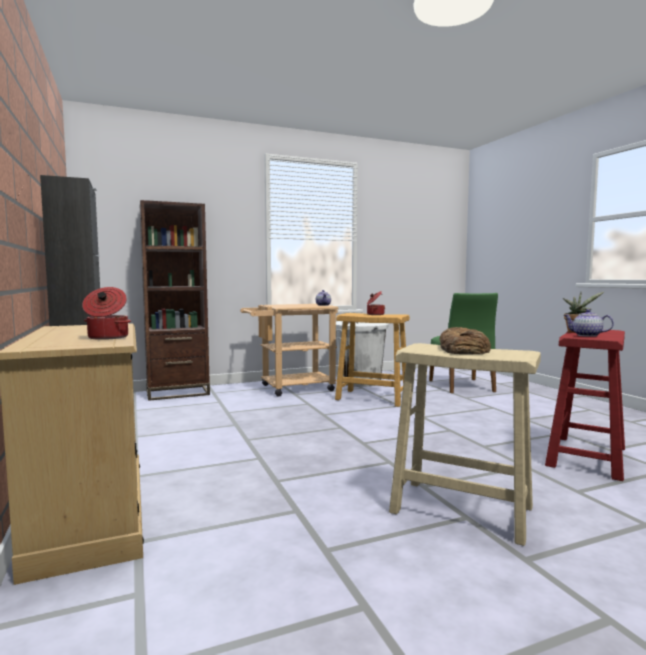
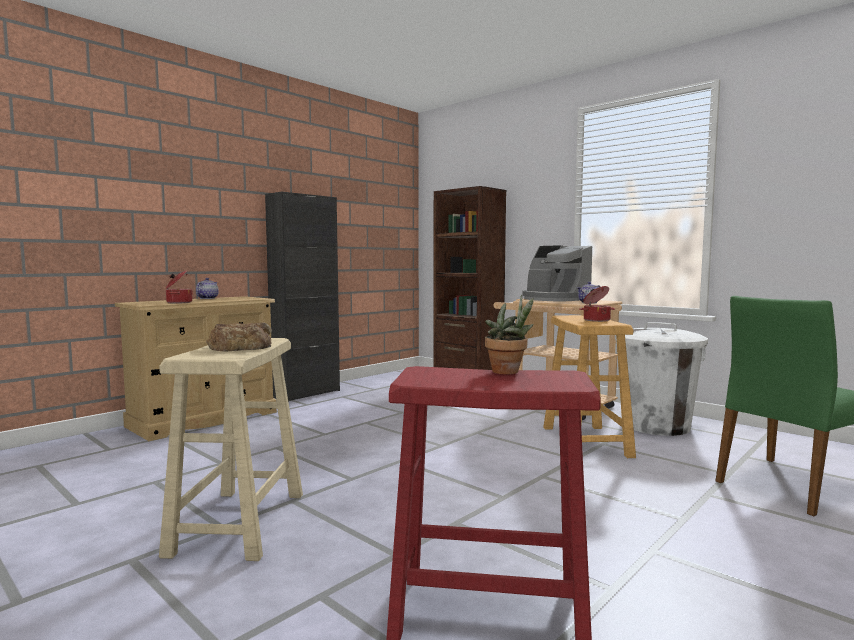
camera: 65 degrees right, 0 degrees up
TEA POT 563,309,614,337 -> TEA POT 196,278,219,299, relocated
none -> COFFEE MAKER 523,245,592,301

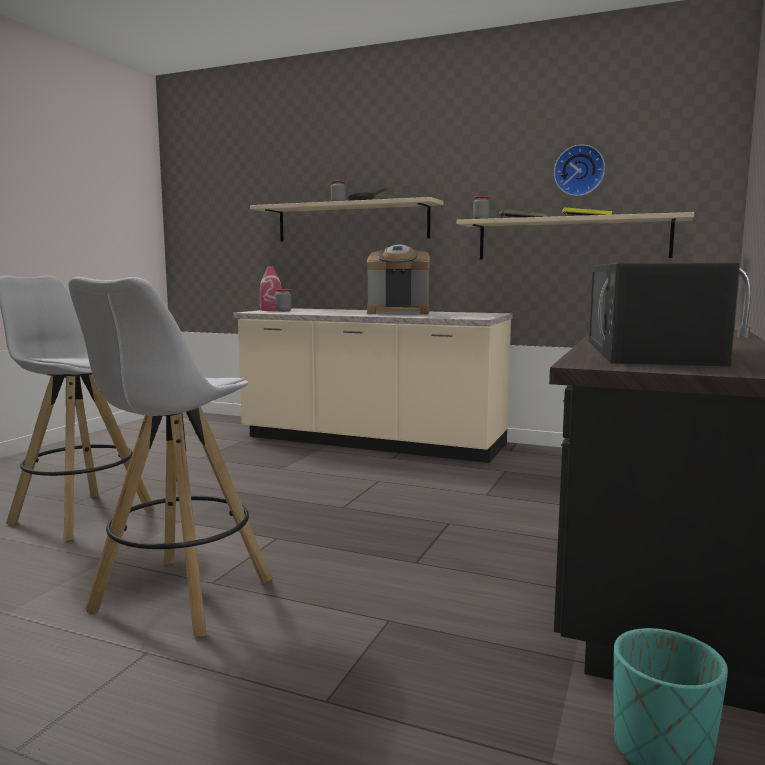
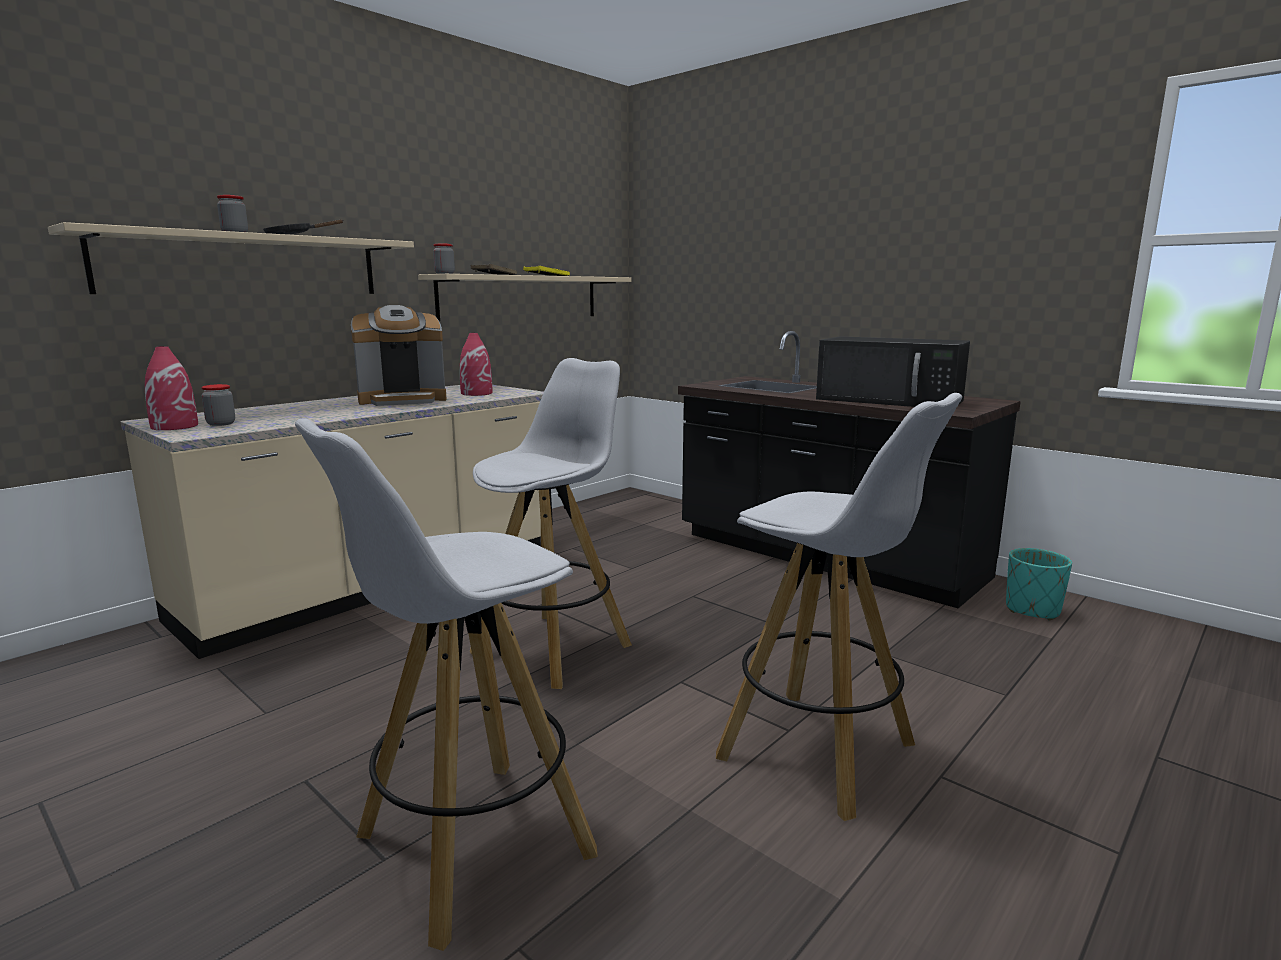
camera: 70 degrees left, 5 degrees up
COFFEE MAKER 367,245,430,315 -> COFFEE MAKER 351,305,447,406, 45 degrees clockwise
none -> RED VASE 460,333,492,396
none -> WHITE STOOL 470,358,632,689
CLOCK ON THE WALL 554,145,605,196 -> none

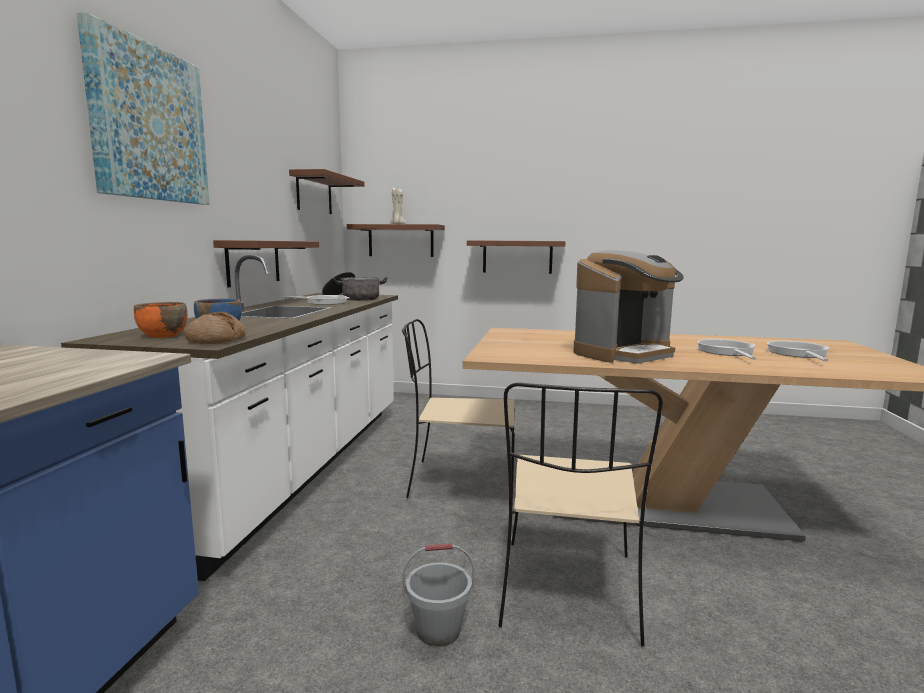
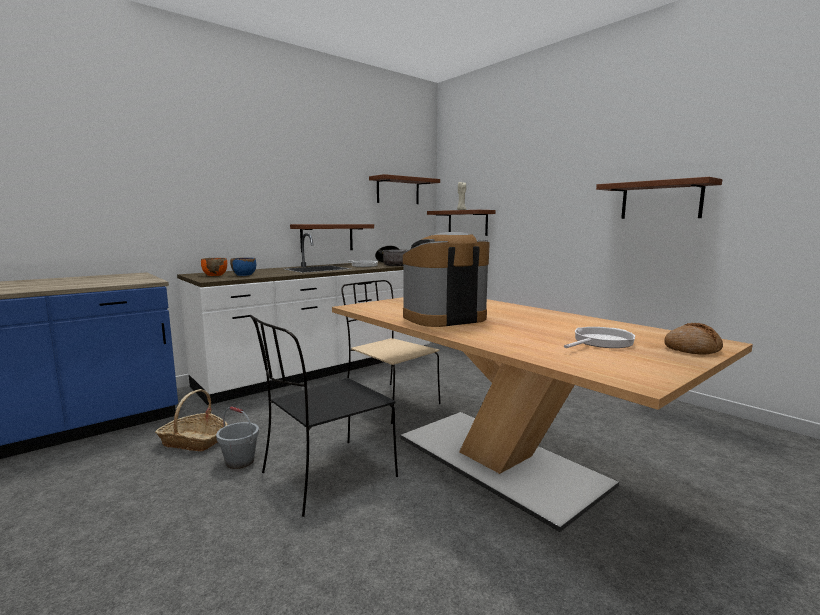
camera: 40 degrees right, 0 degrees up
none -> STORAGE BASKET 155,389,228,452
BEIGE-COLOURED PLAIN CHAIR 498,383,663,646 -> BLACKISH PLAIN CHAIR 250,315,398,517
COFFEE MAKER 573,250,684,364 -> COFFEE MAKER 403,232,490,327, 150 degrees clockwise
BROWN BRACKET SHELF 467,240,565,274 -> BROWN BRACKET SHELF 596,177,722,219, relocated
BREAD 185,312,246,344 -> BREAD 664,323,723,355, relocated
WALL PICTURE 77,12,209,205 -> none
SKILLET 697,339,756,360 -> none

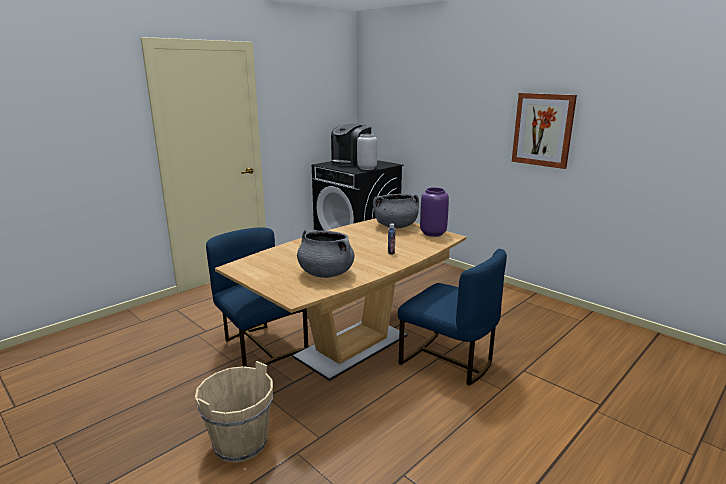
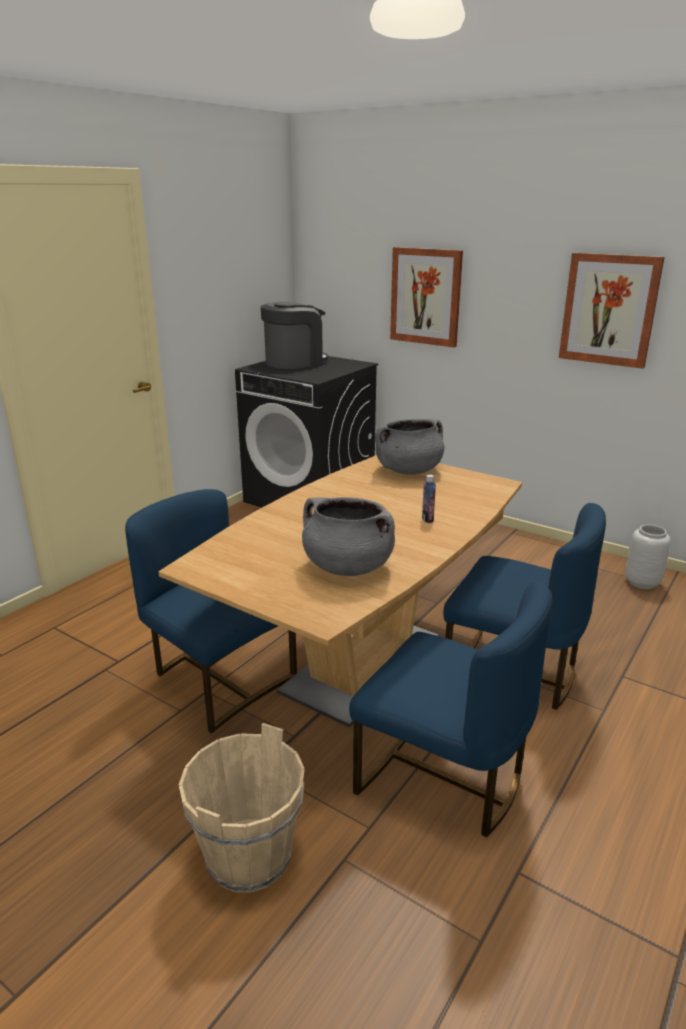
camera: 10 degrees left, 5 degrees up
COFFEE MAKER 331,124,371,166 -> COFFEE MAKER 261,302,328,369, 150 degrees counterclockwise
none -> BLUE PLAIN CHAIR 349,581,552,837
none -> WALL PICTURE 390,247,463,347
GRAY VASE 357,134,377,170 -> GRAY VASE 625,525,671,589, relocated
PURPLE VASE 420,187,449,237 -> none

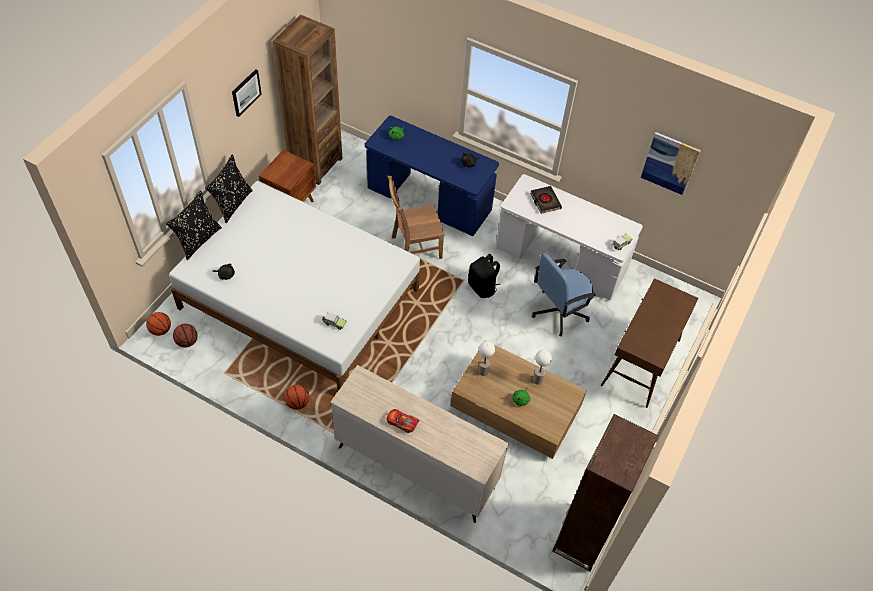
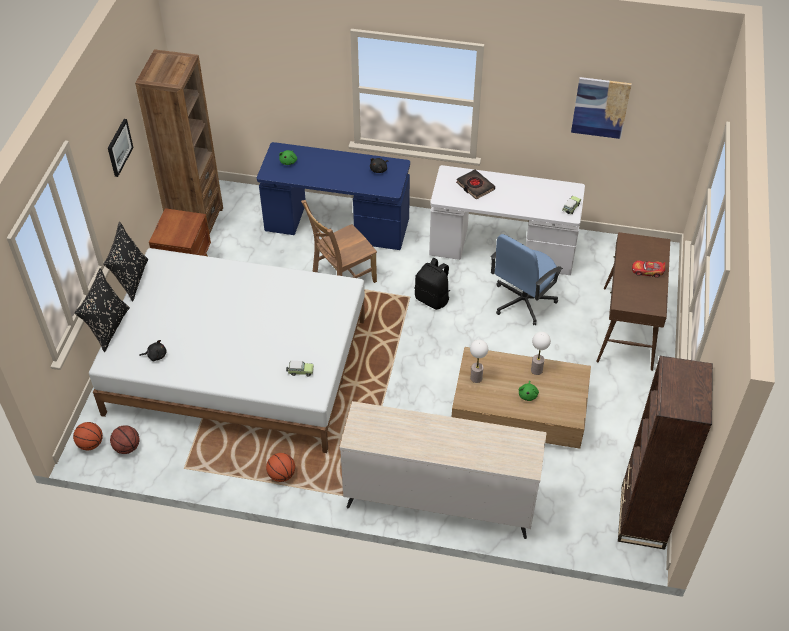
camera: 15 degrees left, 5 degrees down
TOY CAR 386,409,420,433 -> TOY CAR 632,260,666,278, relocated

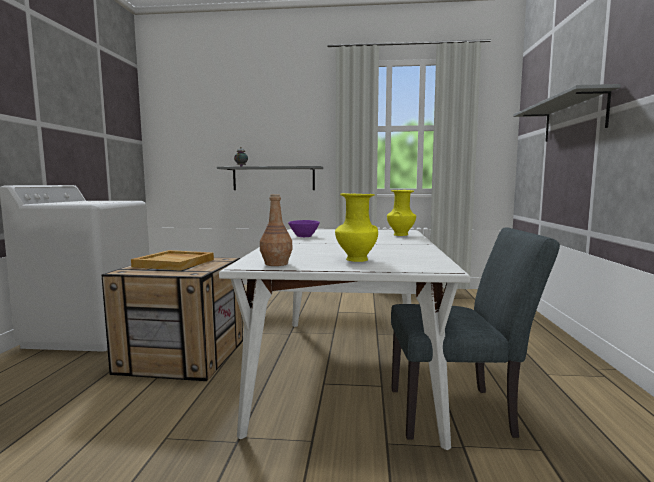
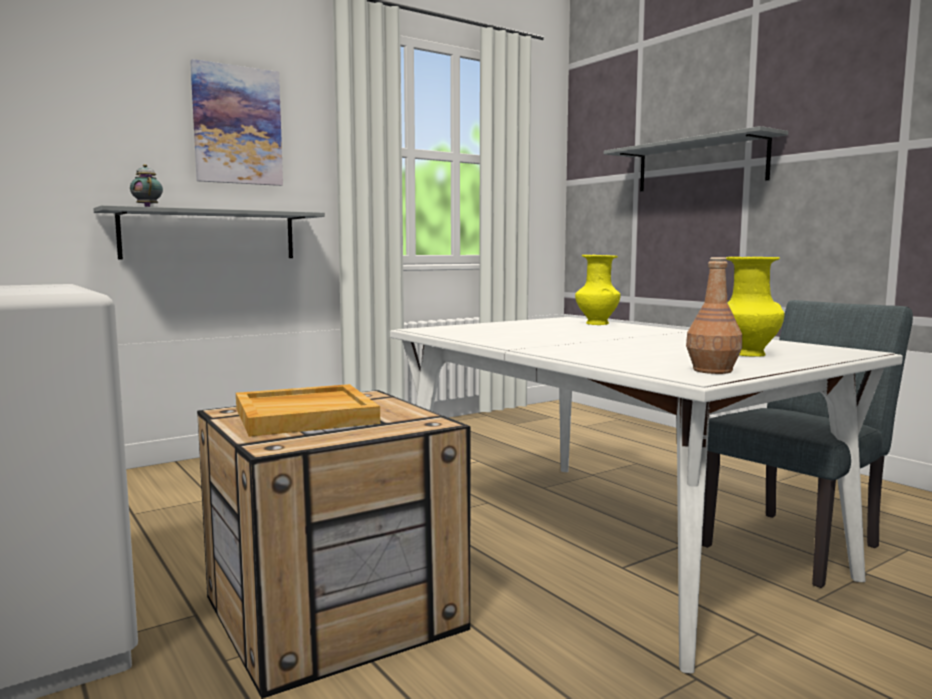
camera: 40 degrees left, 0 degrees up
none -> WALL PICTURE 190,59,283,186
PURPLE SERVING BOWL 288,220,320,237 -> none

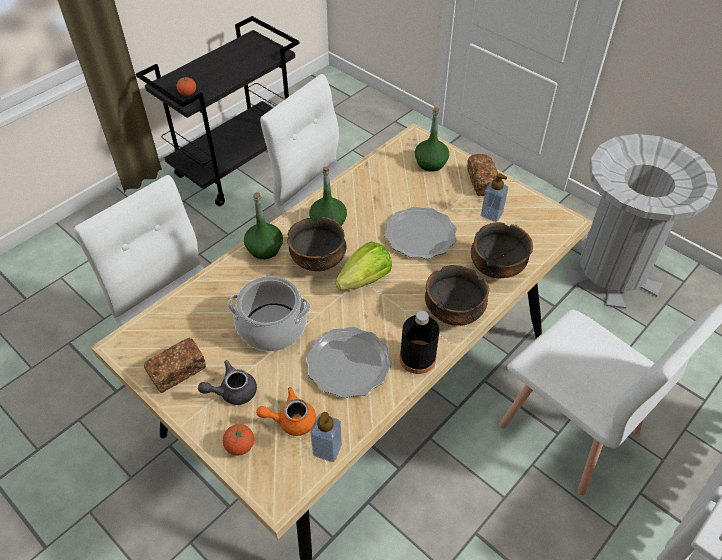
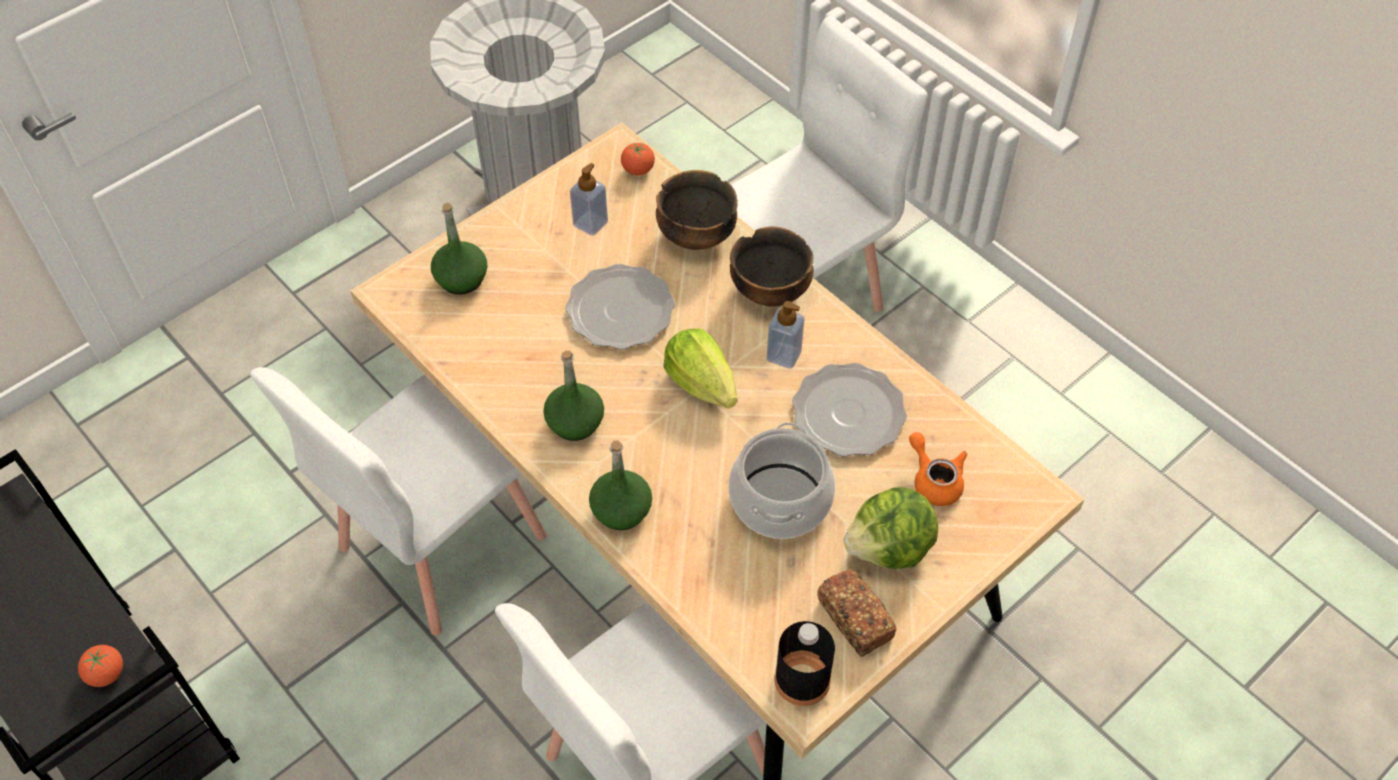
camera: 85 degrees left, 5 degrees up
WHOLE TOMATO 223,424,254,456 -> WHOLE TOMATO 621,143,655,175, relocated
SOAP DISPENSER 311,412,342,462 -> SOAP DISPENSER 767,301,804,369, relocated
BLACKISH BEVERAGE BOTTLE 400,311,440,374 -> BLACKISH BEVERAGE BOTTLE 774,621,835,706, relocated
GRAY TEA POT 198,360,257,405 -> HEAD OF LETTUCE 844,487,938,569
ORANGE-COLOURED TEA POT 256,387,316,436 -> ORANGE-COLOURED TEA POT 909,432,967,506, 150 degrees clockwise
SERVING BOWL 287,217,347,271 -> none
BREAD 467,154,498,196 -> none

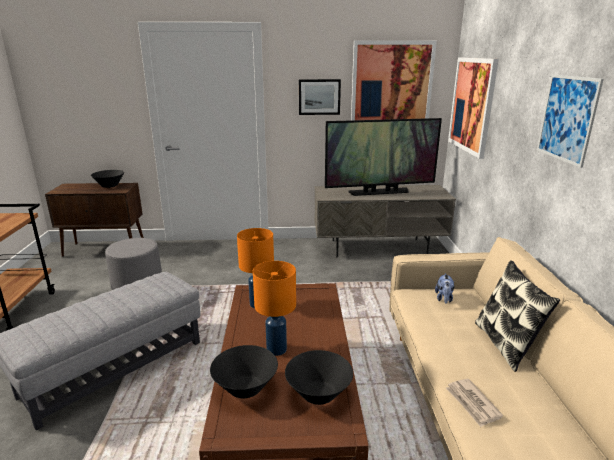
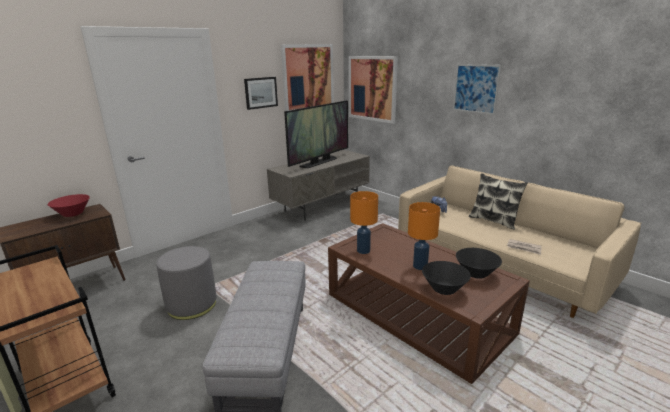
camera: 40 degrees left, 0 degrees up
BLACKISH SERVING BOWL 91,170,124,188 -> RED SERVING BOWL 48,194,90,217

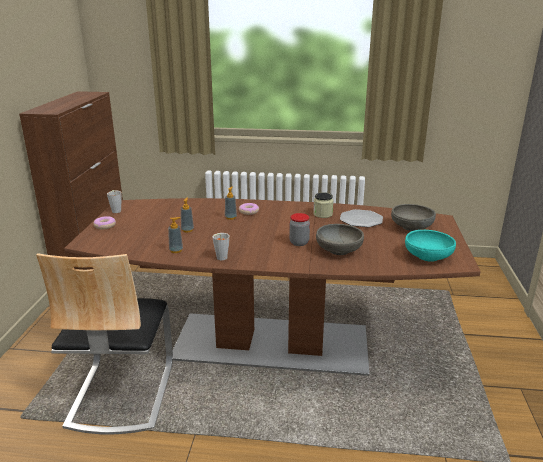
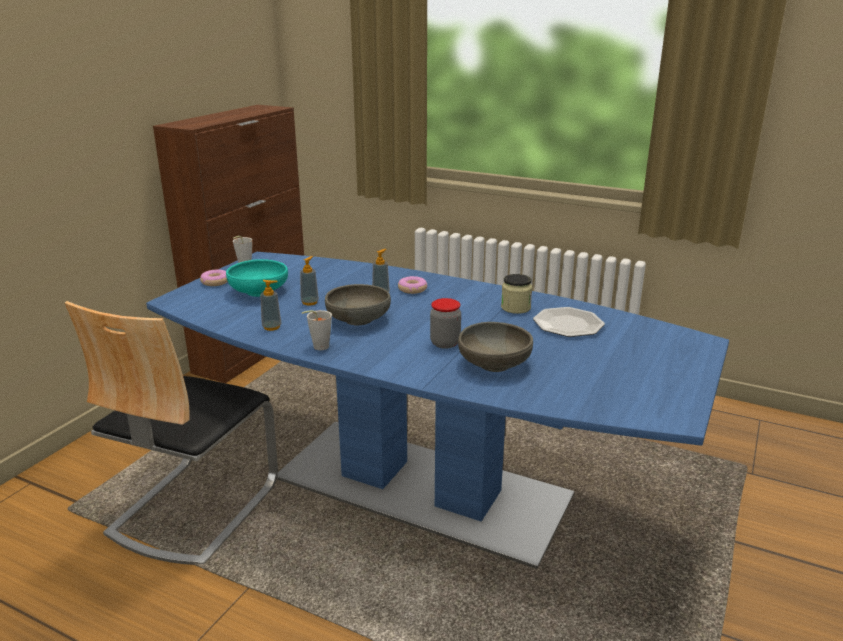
camera: 20 degrees right, 0 degrees up
BROWN DINNER TABLE 64,198,481,376 -> BLUE DINNER TABLE 146,252,729,569
TURQUOISE SERVING BOWL 405,230,456,262 -> TURQUOISE SERVING BOWL 226,259,288,297, relocated
GRAY SERVING BOWL 391,204,436,231 -> GRAY SERVING BOWL 325,284,391,326, relocated

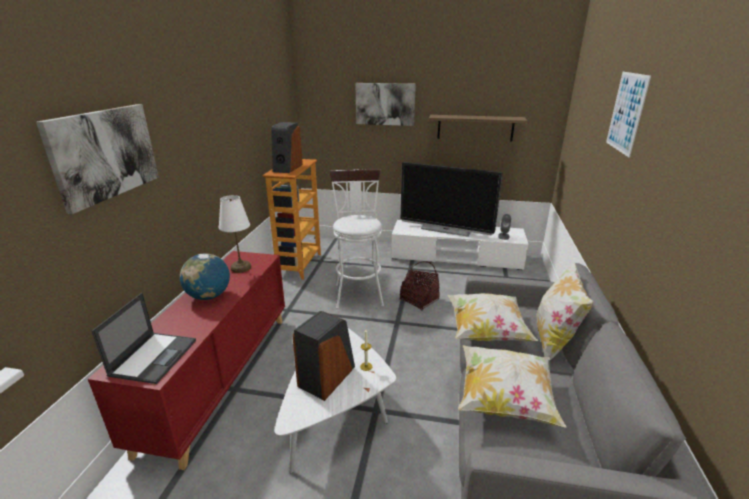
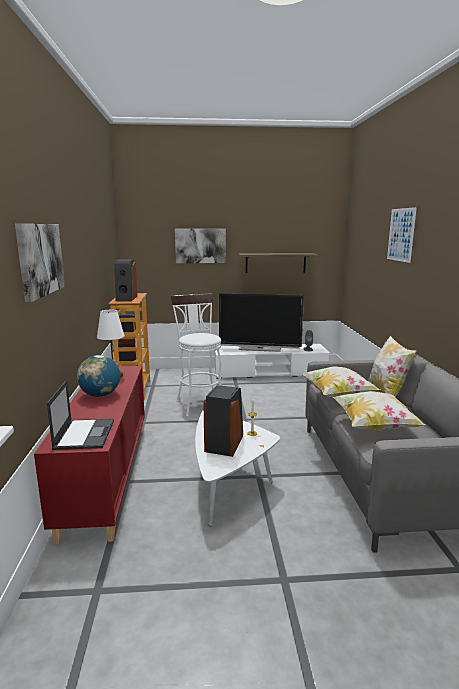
camera: 15 degrees left, 10 degrees down
STORAGE BASKET 400,261,440,311 -> none

